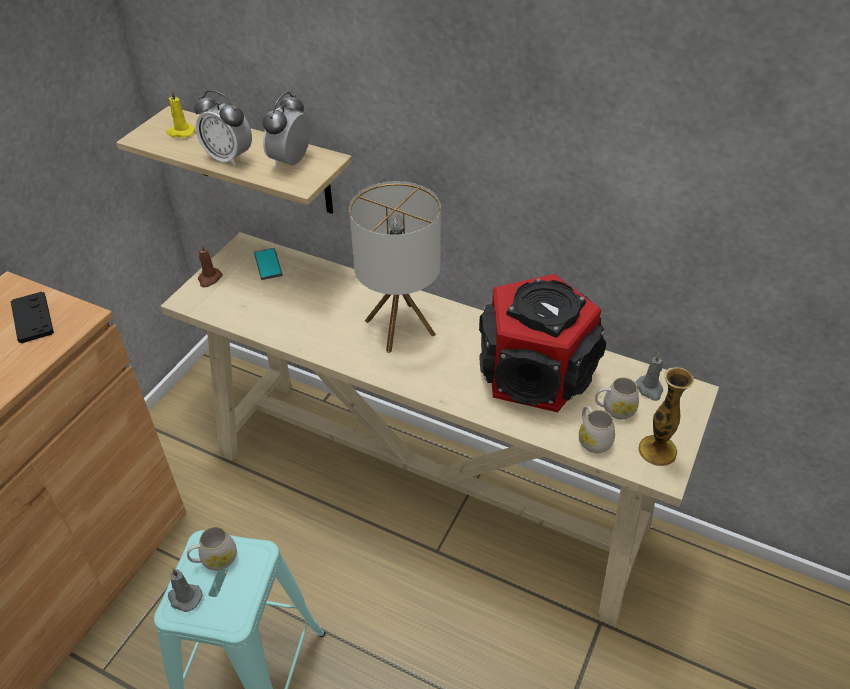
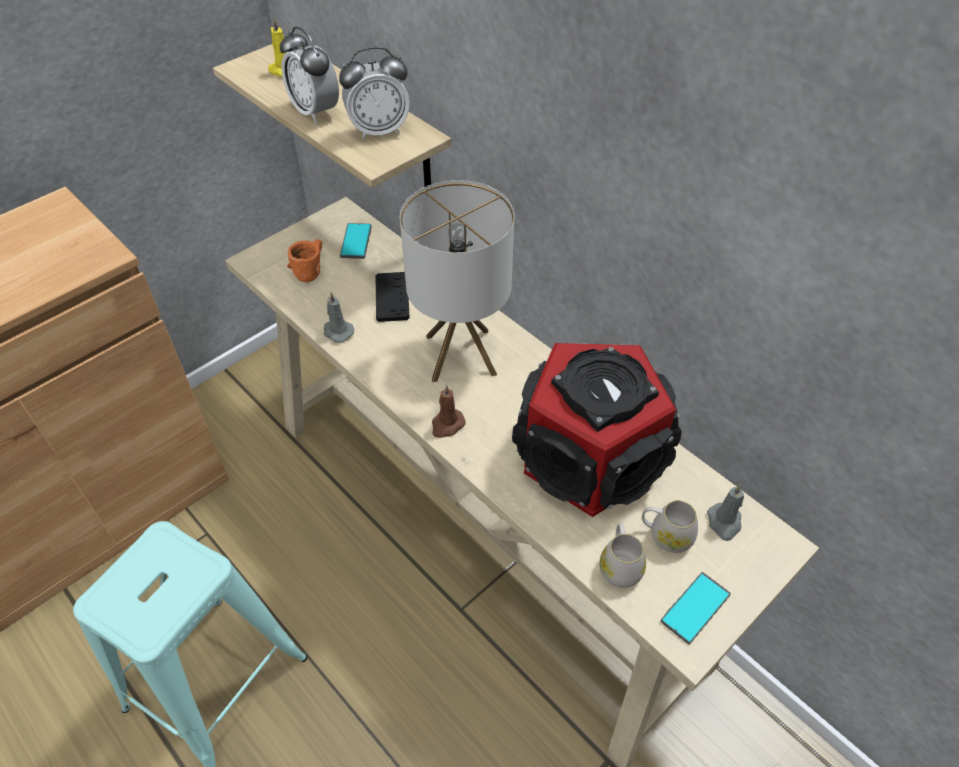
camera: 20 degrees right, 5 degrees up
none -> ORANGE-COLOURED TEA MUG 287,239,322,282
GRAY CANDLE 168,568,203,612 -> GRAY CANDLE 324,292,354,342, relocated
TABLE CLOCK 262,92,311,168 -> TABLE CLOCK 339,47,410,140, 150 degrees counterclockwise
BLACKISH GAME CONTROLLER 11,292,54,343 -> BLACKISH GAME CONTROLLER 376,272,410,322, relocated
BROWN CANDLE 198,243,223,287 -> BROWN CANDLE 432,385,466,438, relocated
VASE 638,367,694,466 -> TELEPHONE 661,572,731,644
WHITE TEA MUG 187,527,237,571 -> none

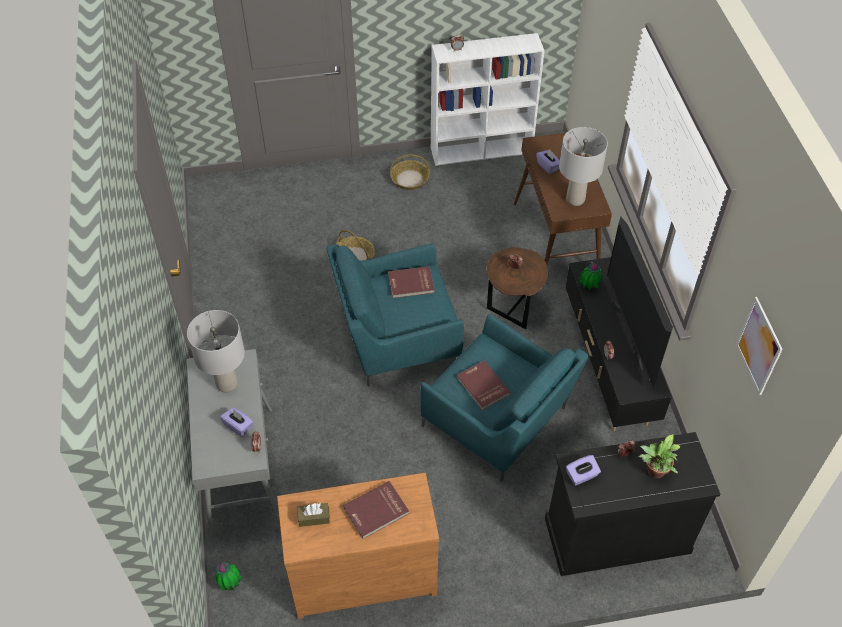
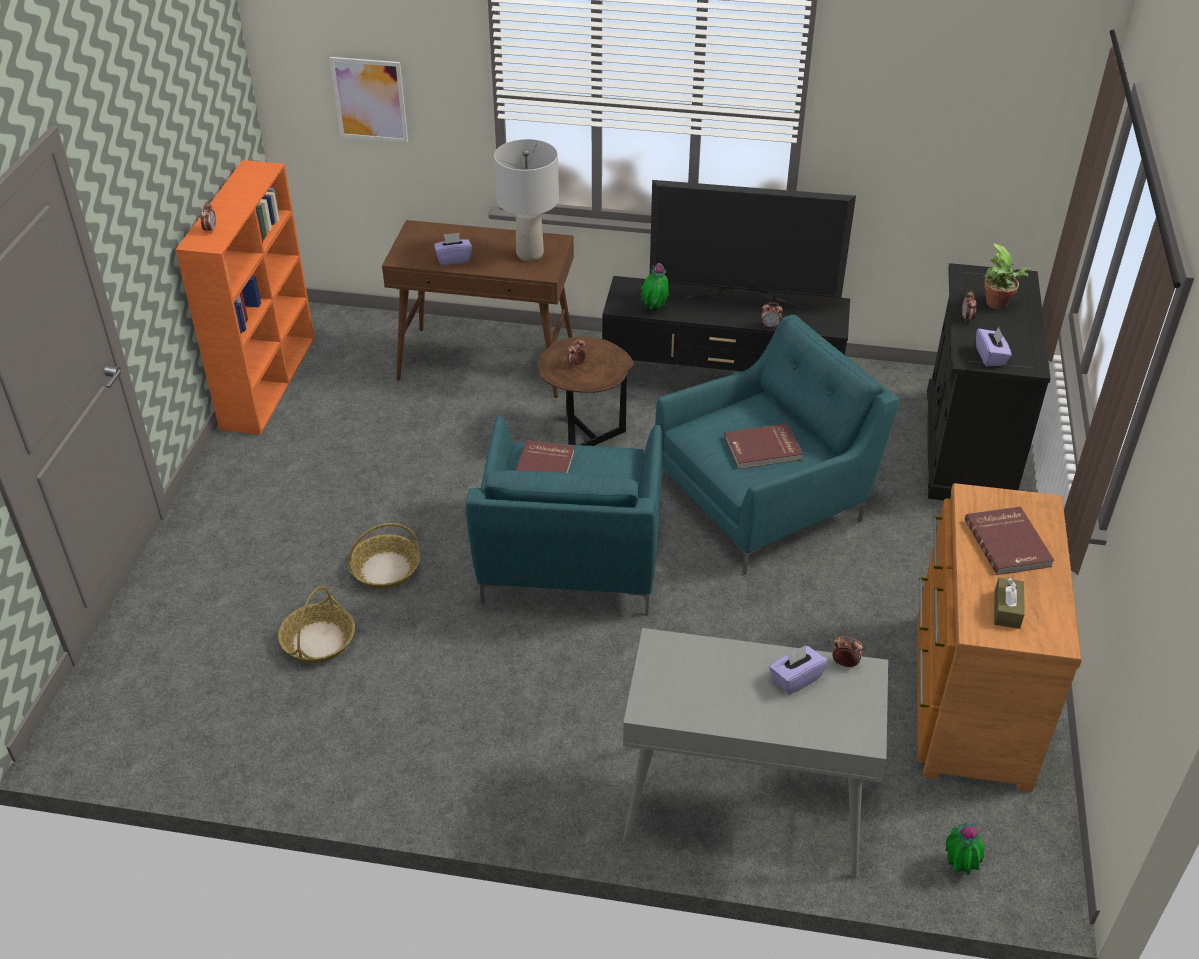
camera: 70 degrees left, 10 degrees down
WHITE SHELVING UNIT 431,33,545,166 -> ORANGE-COLOURED SHELVING UNIT 175,160,315,435
STORAGE BASKET 390,155,430,190 -> STORAGE BASKET 278,586,355,663, relocated
WALL PICTURE 736,297,783,395 -> WALL PICTURE 330,57,408,142, relocated
GRAY TABLE LAMP 187,310,245,393 -> none

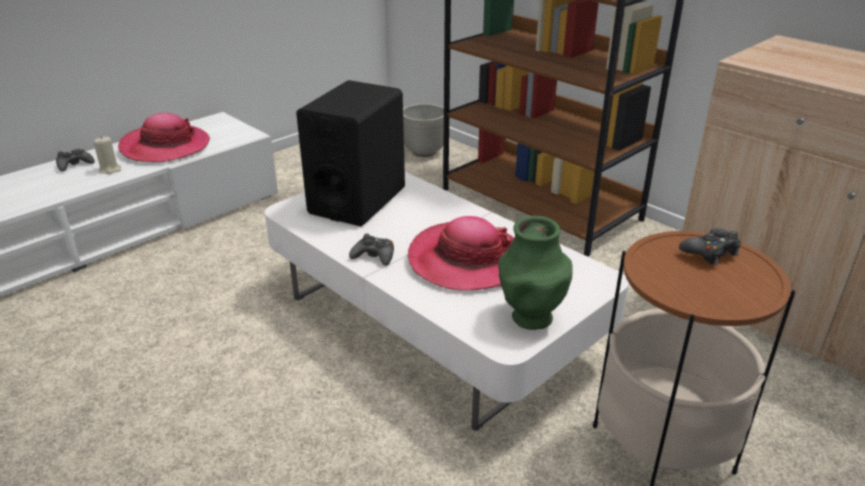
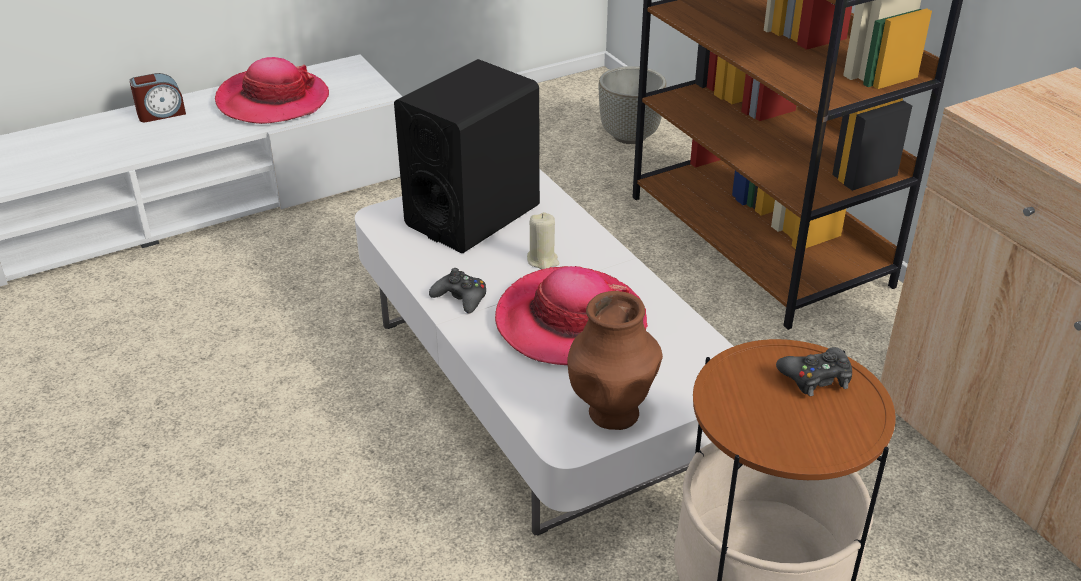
camera: 15 degrees right, 5 degrees up
BLACKISH GAME CONTROLLER 56,149,94,172 -> TABLE CLOCK 129,73,186,122
BEIGE-COLOURED CANDLE 93,136,121,174 -> BEIGE-COLOURED CANDLE 527,212,559,269, relocated
GREEN VASE 498,216,573,330 -> BROWN VASE 567,291,663,430

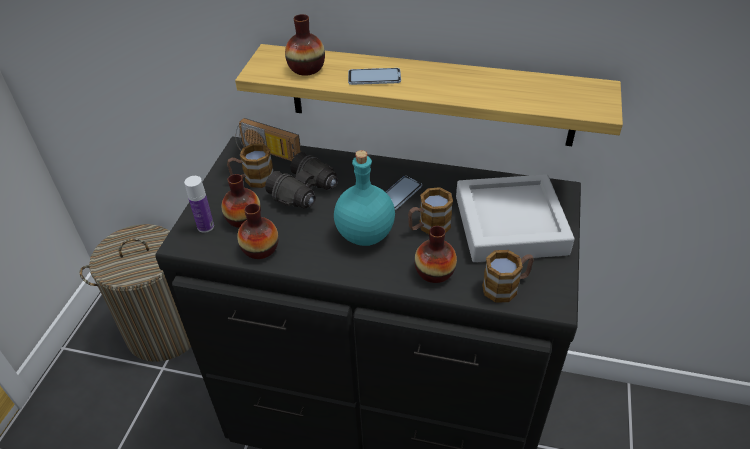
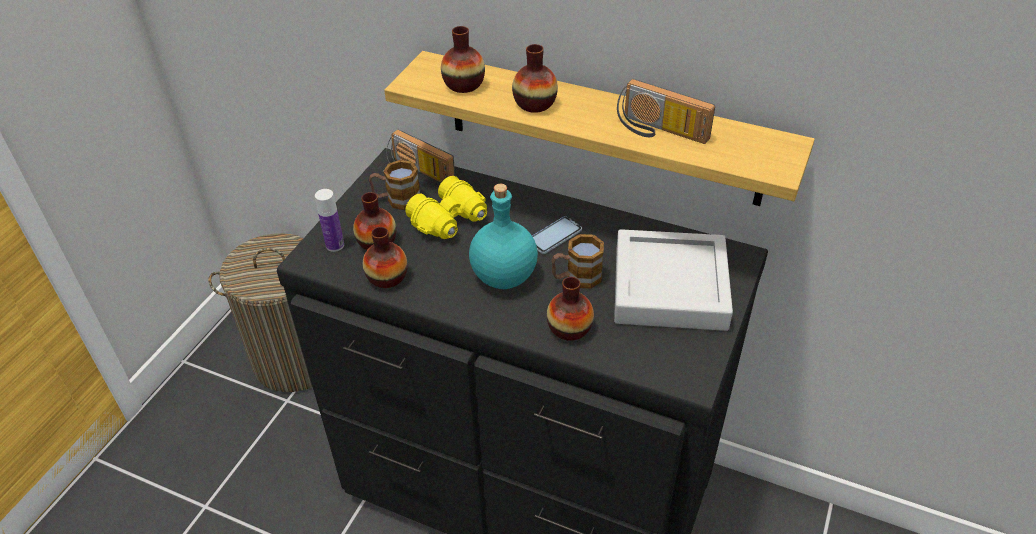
camera: 10 degrees right, 0 degrees up
BLACKISH FIELD GLASSES 265,152,338,209 -> YELLOW-COLOURED FIELD GLASSES 406,176,487,239
TELEPHONE 348,68,401,85 -> VASE 512,44,558,113
none -> RADIO SET 617,79,715,144
TEA MUG 482,250,534,303 -> none

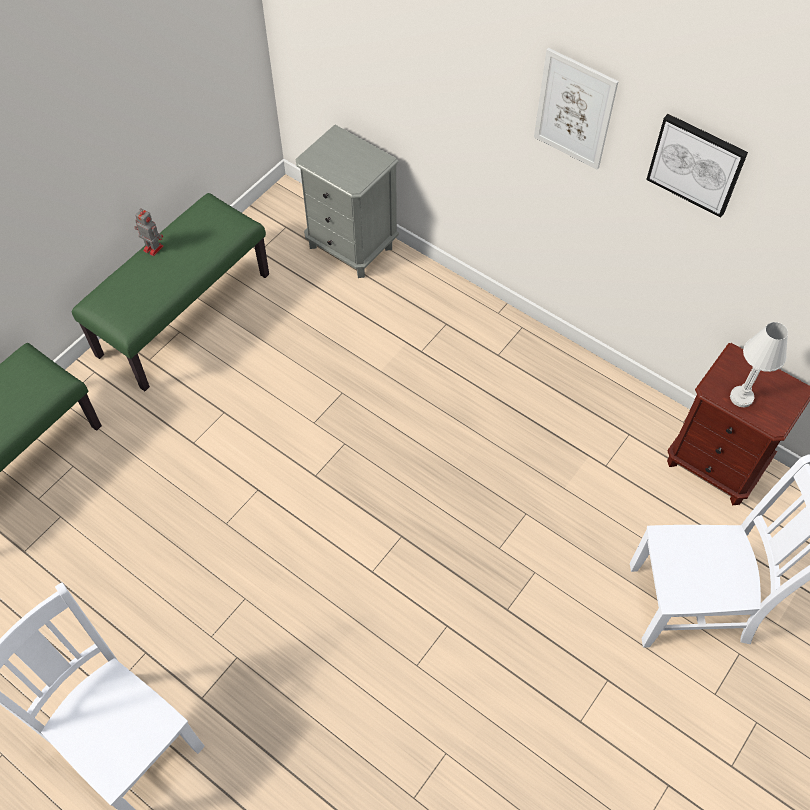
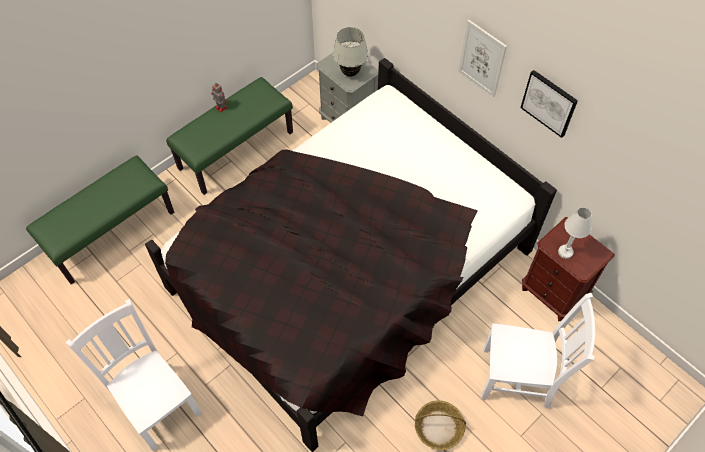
camera: 10 degrees right, 0 degrees up
none -> BLACKISH BED 145,58,557,452
none -> WHITE TABLE LAMP 333,27,368,77
none -> STORAGE BASKET 415,400,466,450

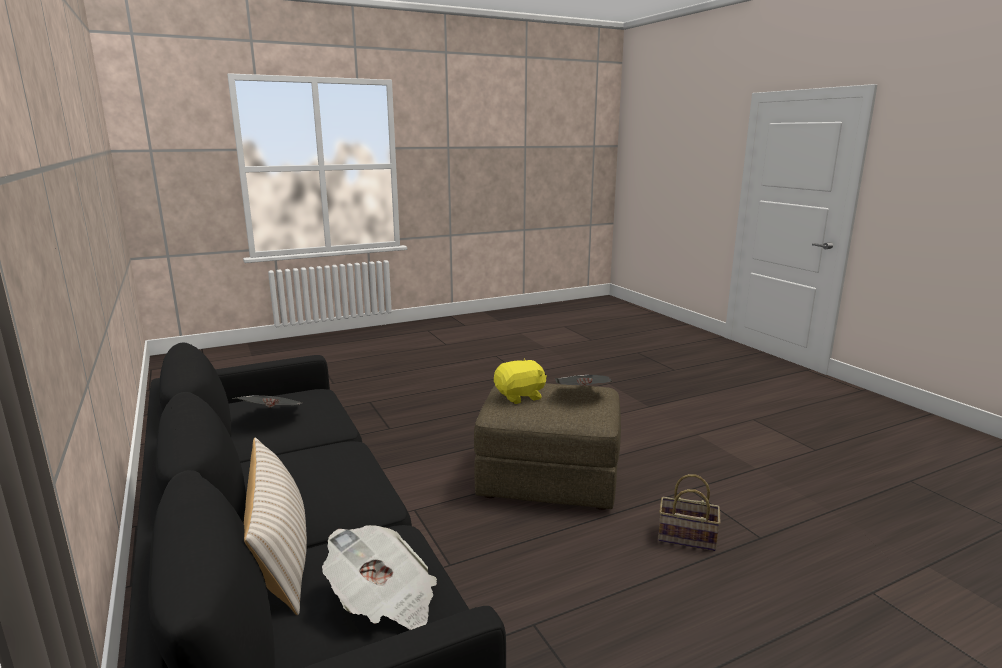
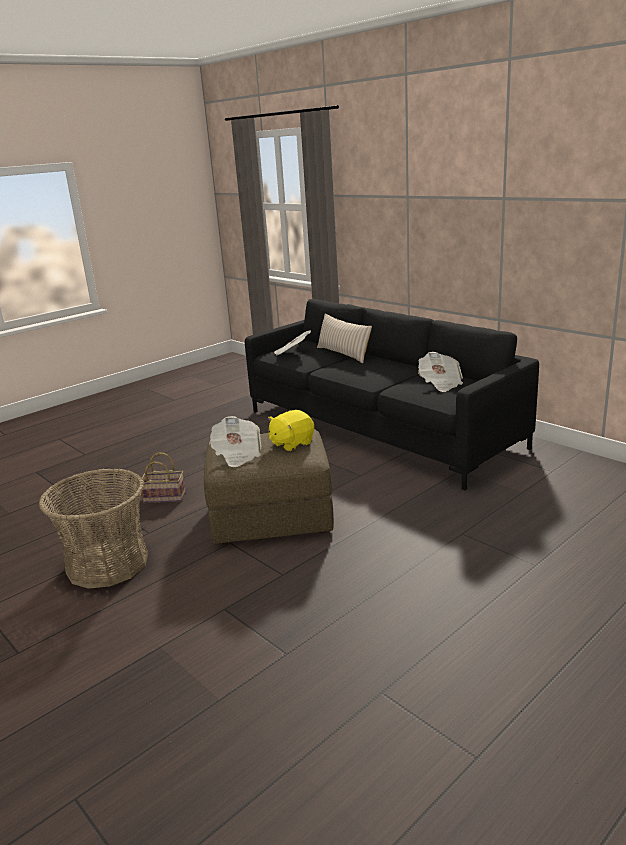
camera: 165 degrees right, 5 degrees up
none -> STORAGE BASKET 39,468,148,589

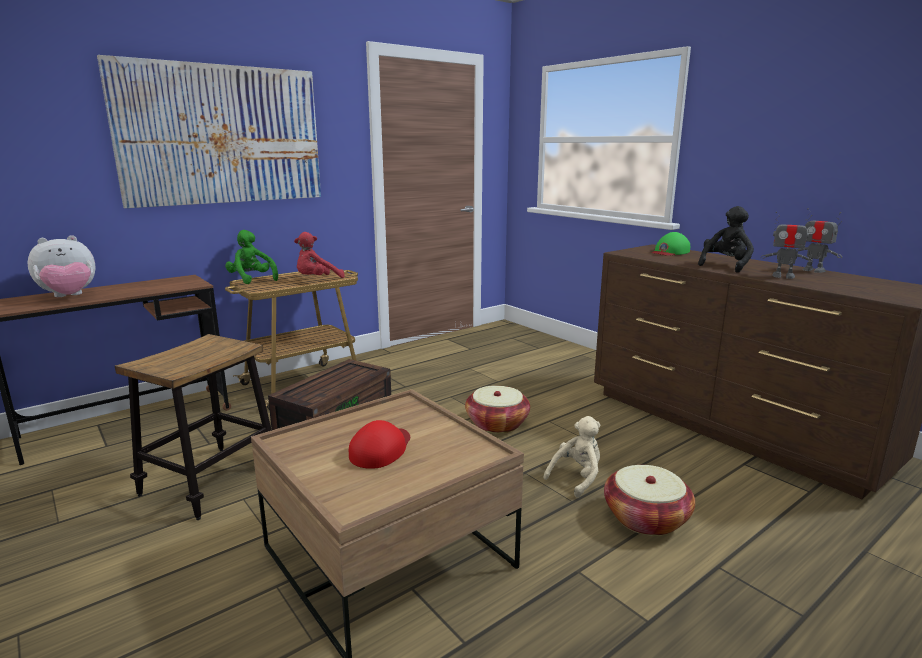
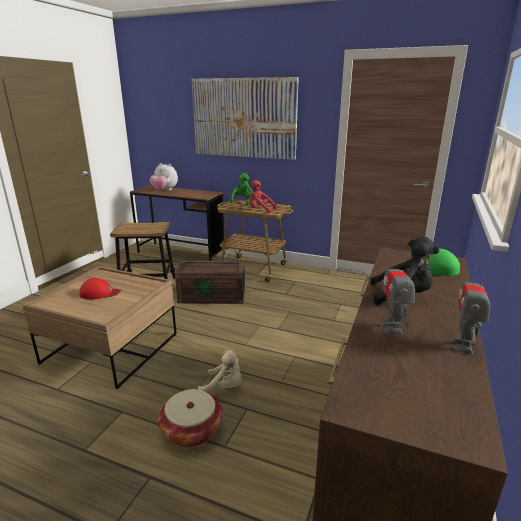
camera: 60 degrees right, 5 degrees up
STORAGE BASKET 465,386,530,434 -> none

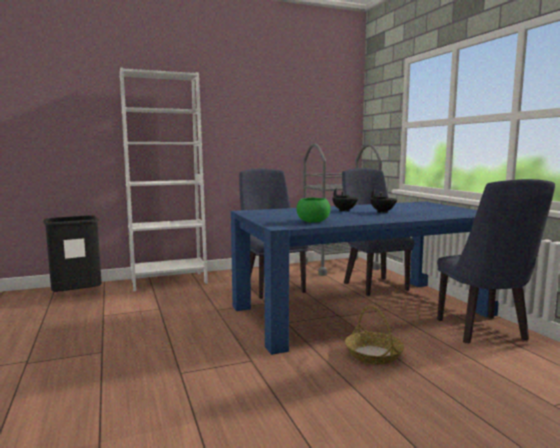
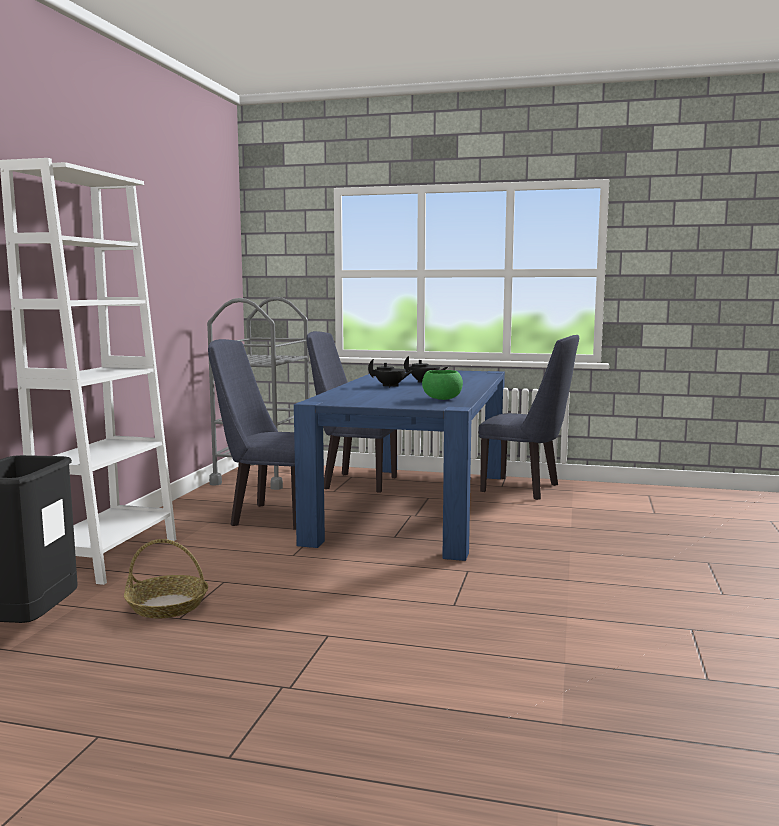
camera: 55 degrees left, 0 degrees up
STORAGE BASKET 345,306,404,365 -> STORAGE BASKET 124,539,208,618, relocated

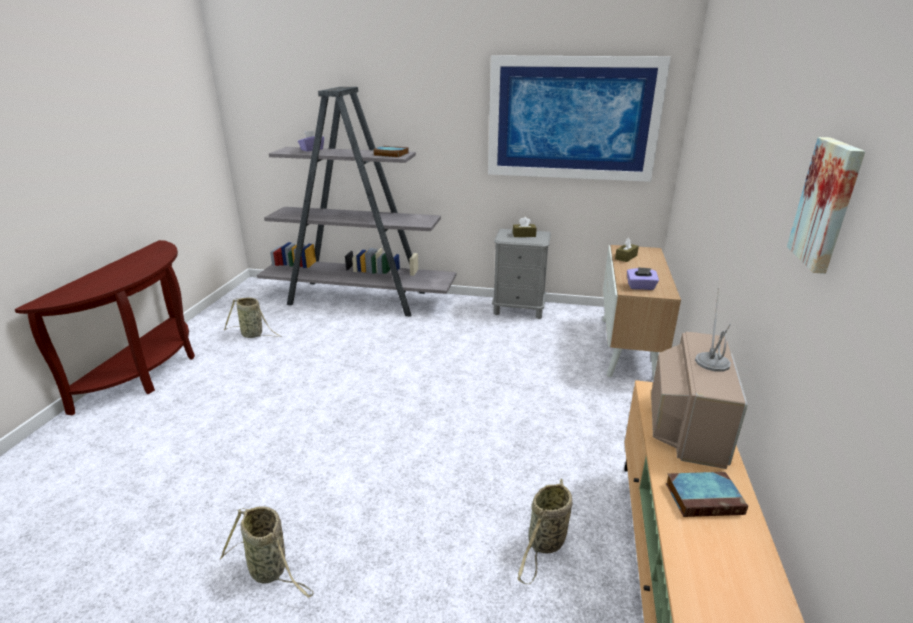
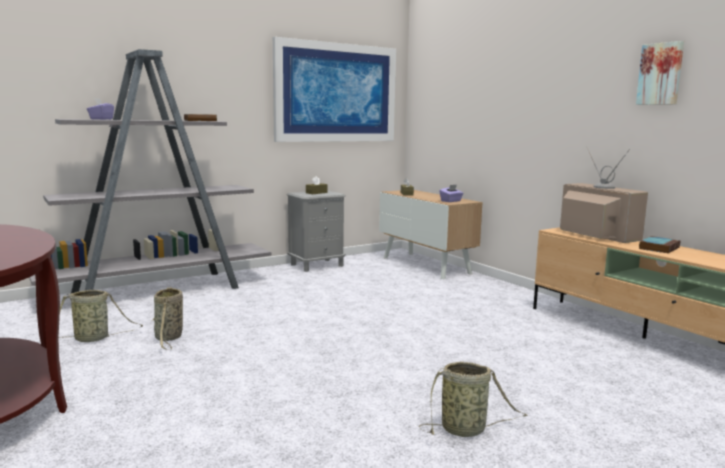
camera: 45 degrees left, 15 degrees down
STORAGE BASKET 517,479,573,584 -> STORAGE BASKET 151,287,183,350, relocated

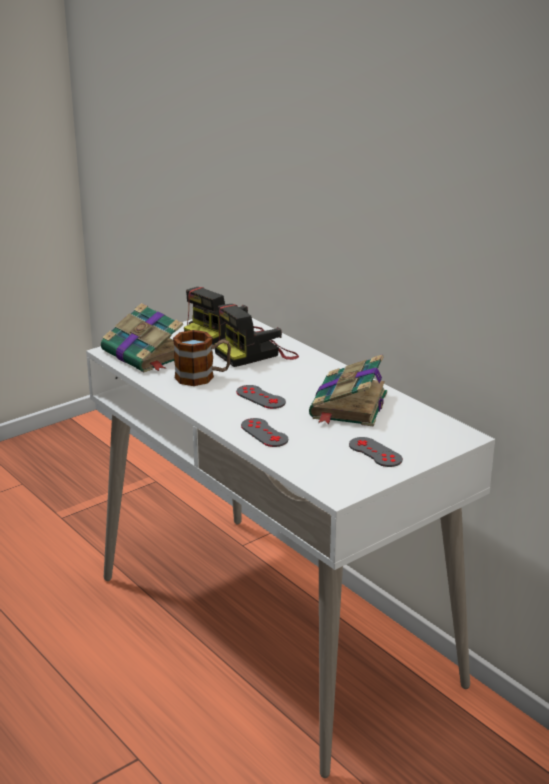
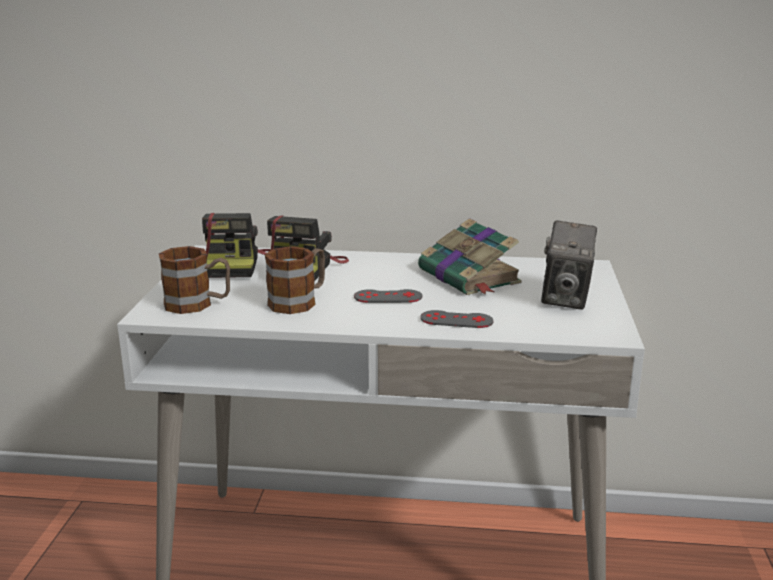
camera: 45 degrees left, 5 degrees down
BOUND BOOK 101,303,183,372 -> TEA MUG 159,246,230,314
GRAY GAME CONTROLLER 349,437,403,467 -> STILL CAMERA 541,220,597,310

